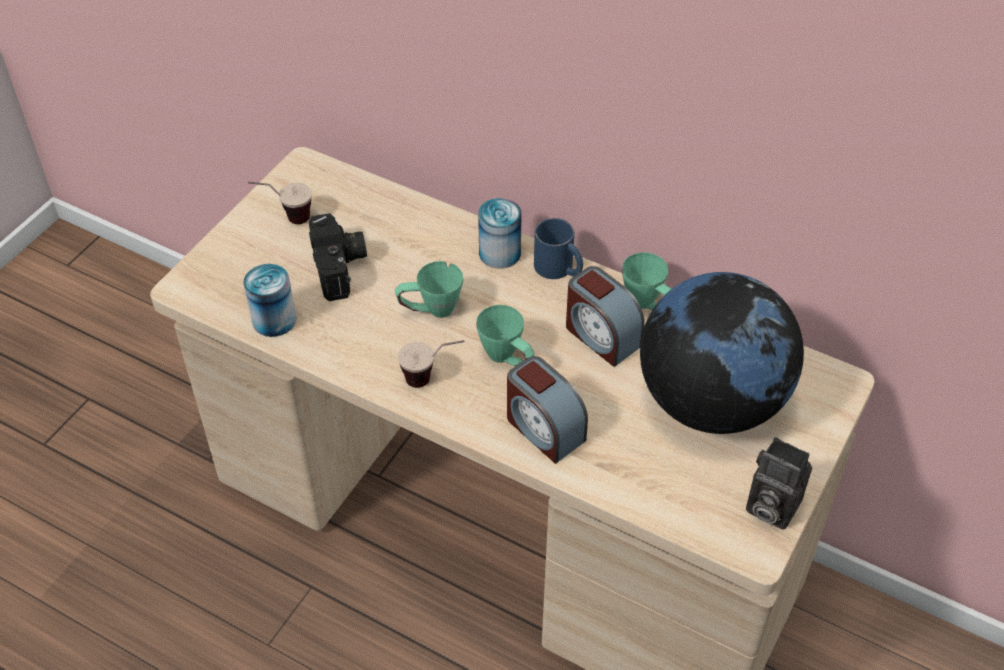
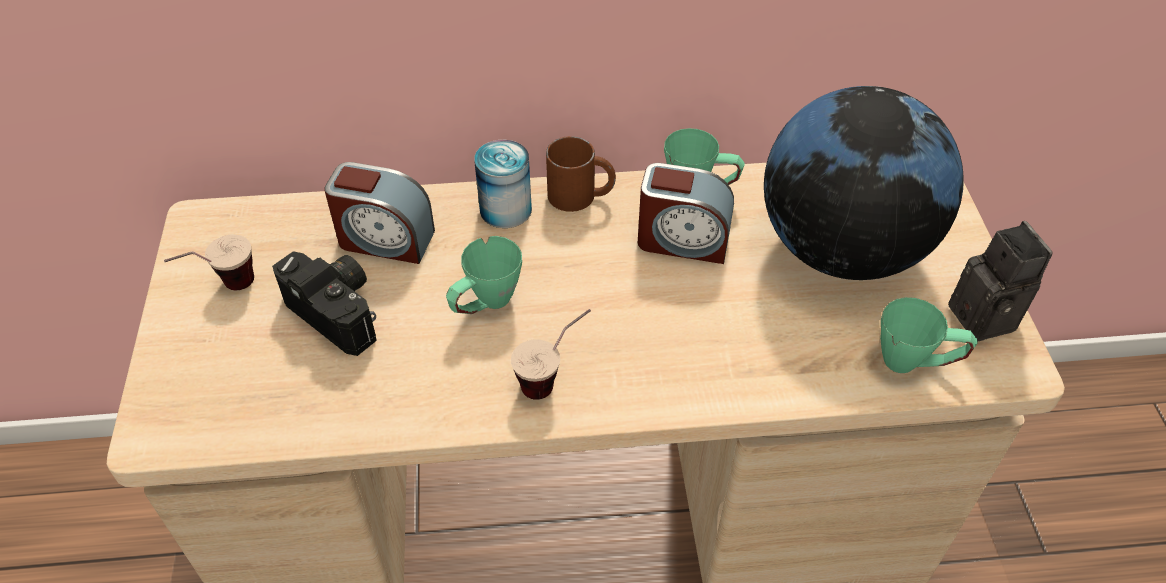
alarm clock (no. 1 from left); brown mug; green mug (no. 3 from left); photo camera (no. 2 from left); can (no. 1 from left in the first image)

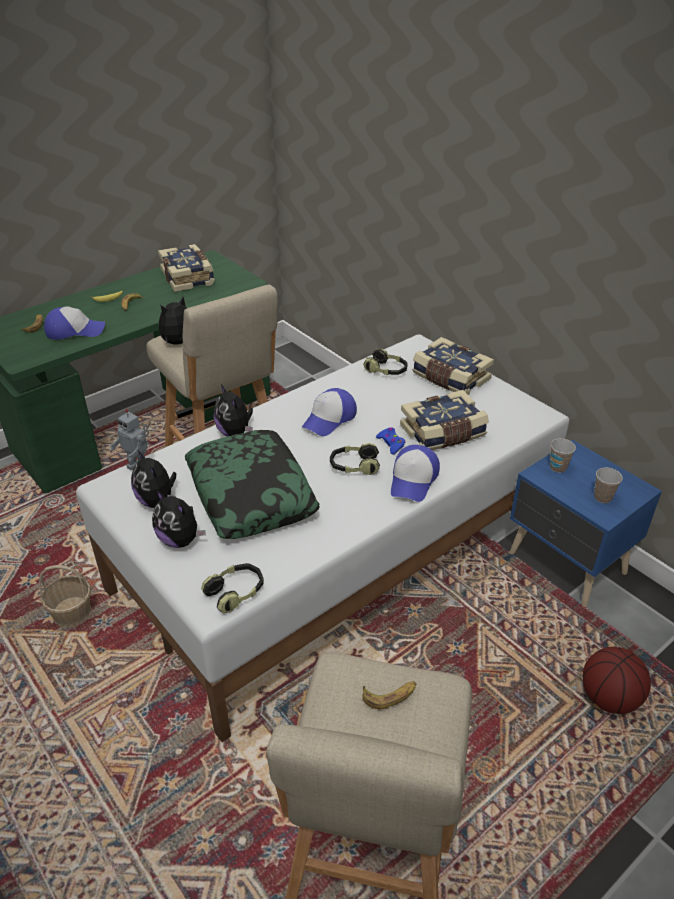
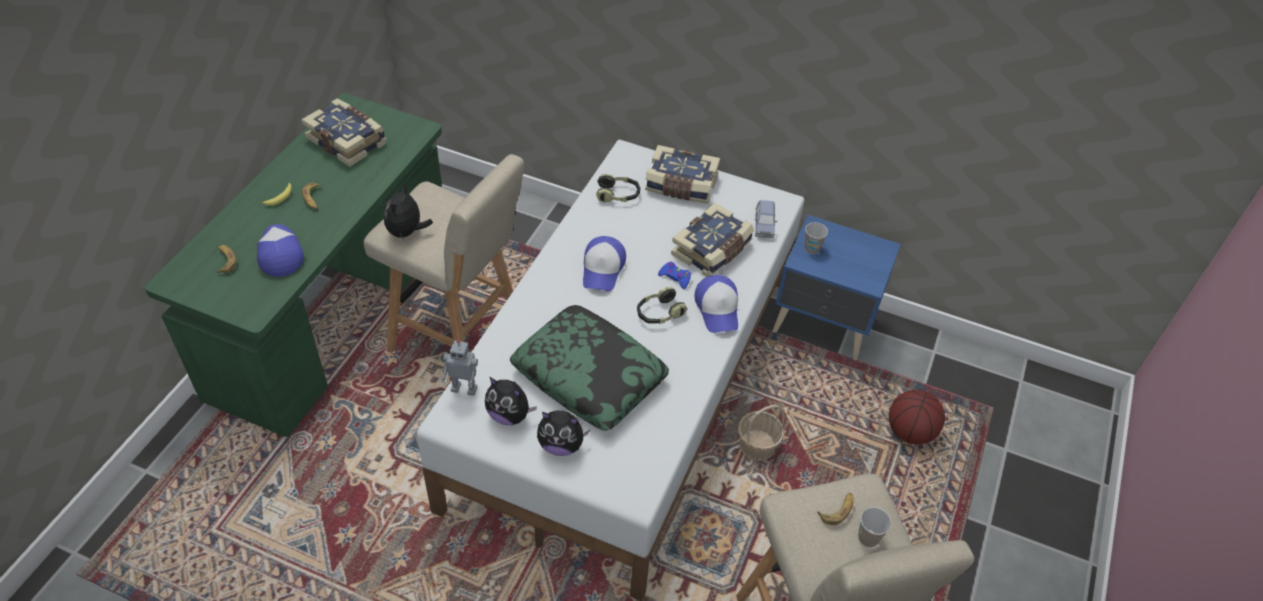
cap (no. 1 from left); basket; blue toy car; cup (no. 2 from left); headphones (no. 1 from left in the first image); plush toy (no. 4 from left in the first image)

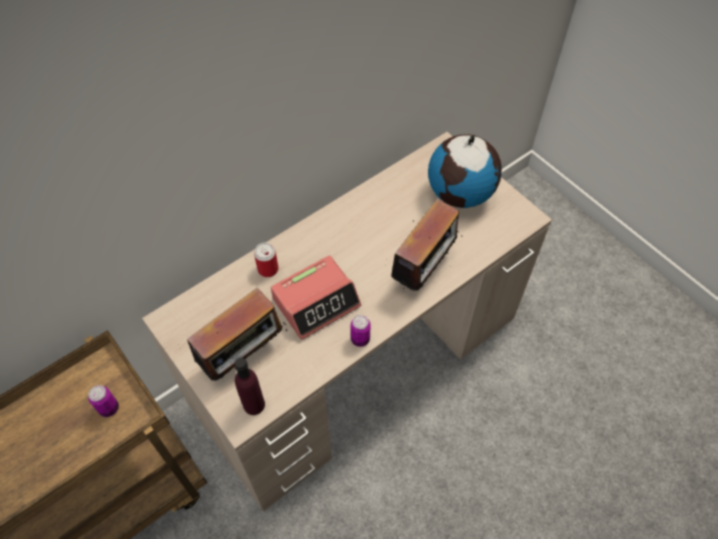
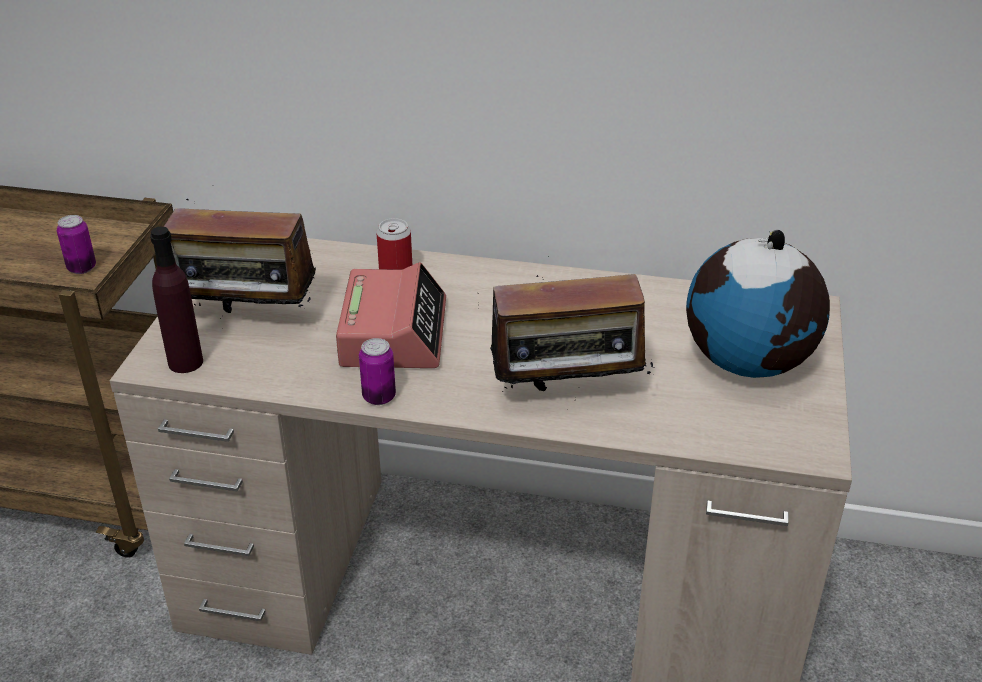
alarm clock

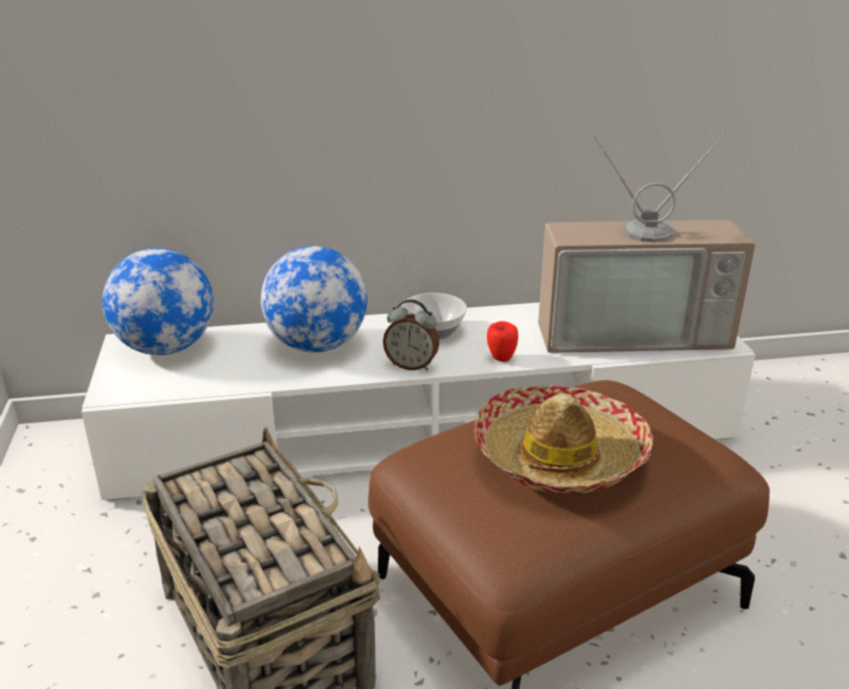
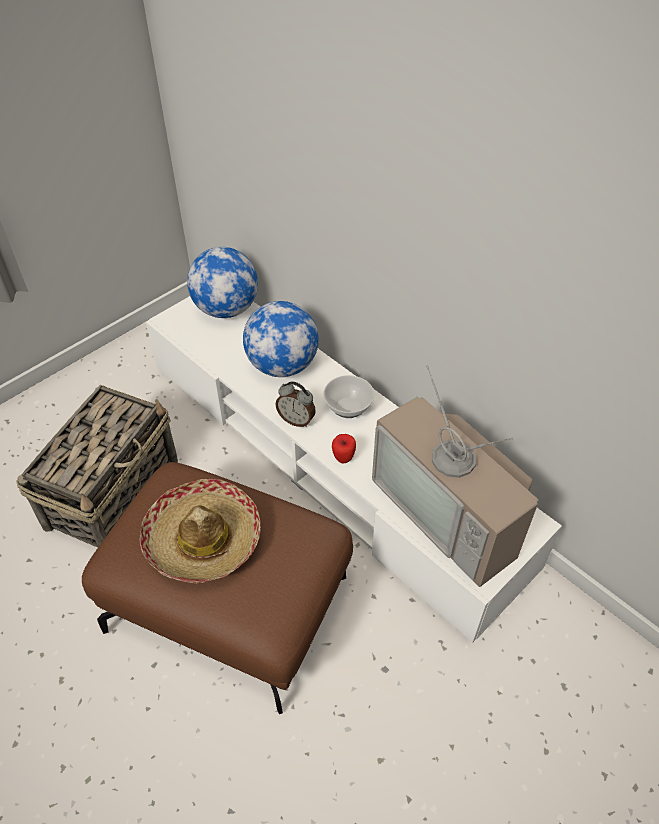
alarm clock

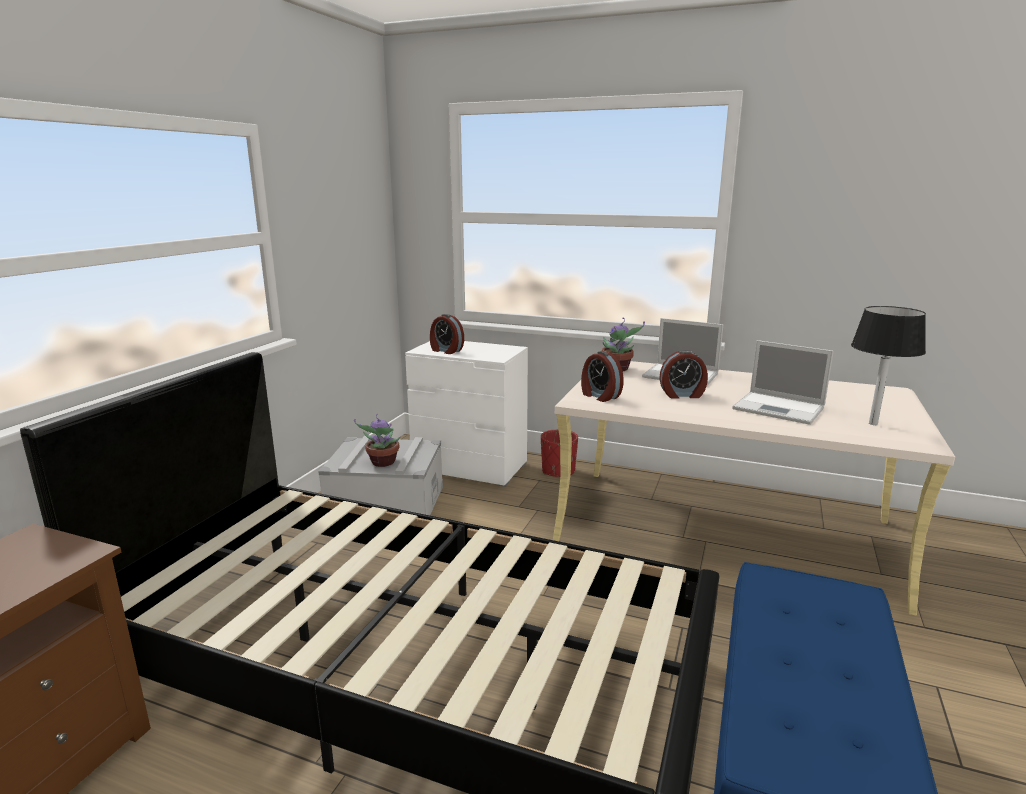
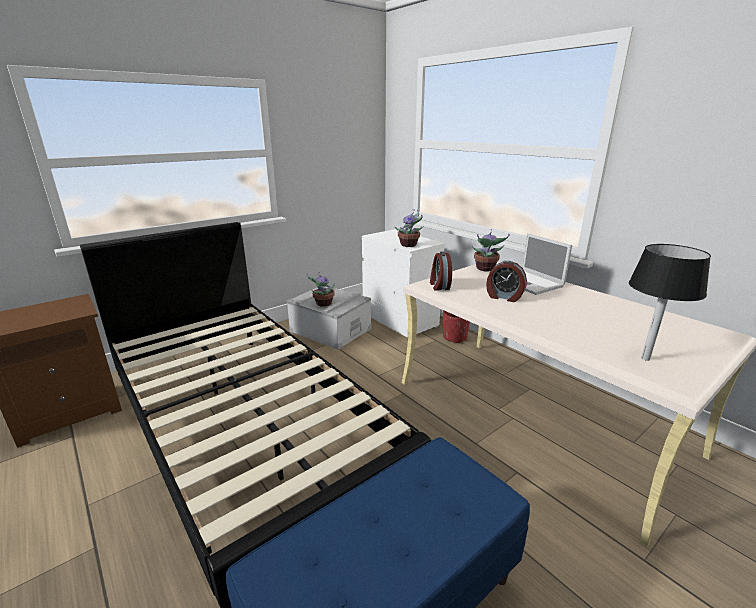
potted plant (no. 2 from left); alarm clock (no. 1 from left in the first image); laptop (no. 2 from left in the first image)

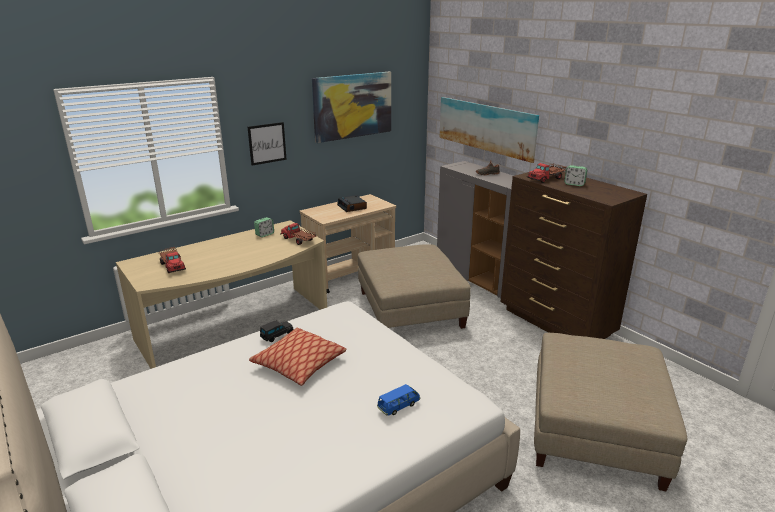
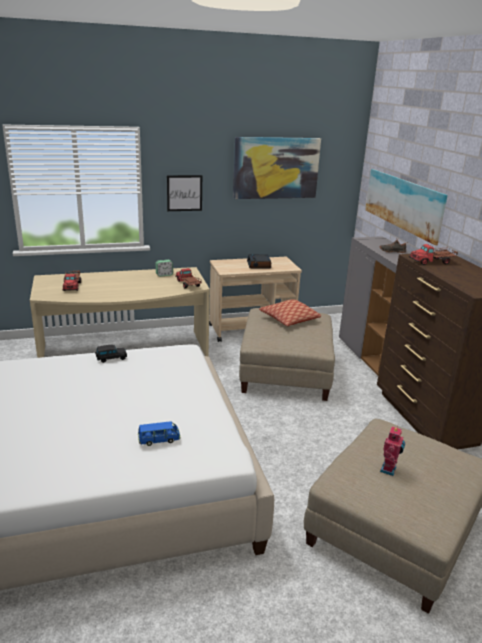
pillow; toy robot; alarm clock (no. 3 from left in the first image)

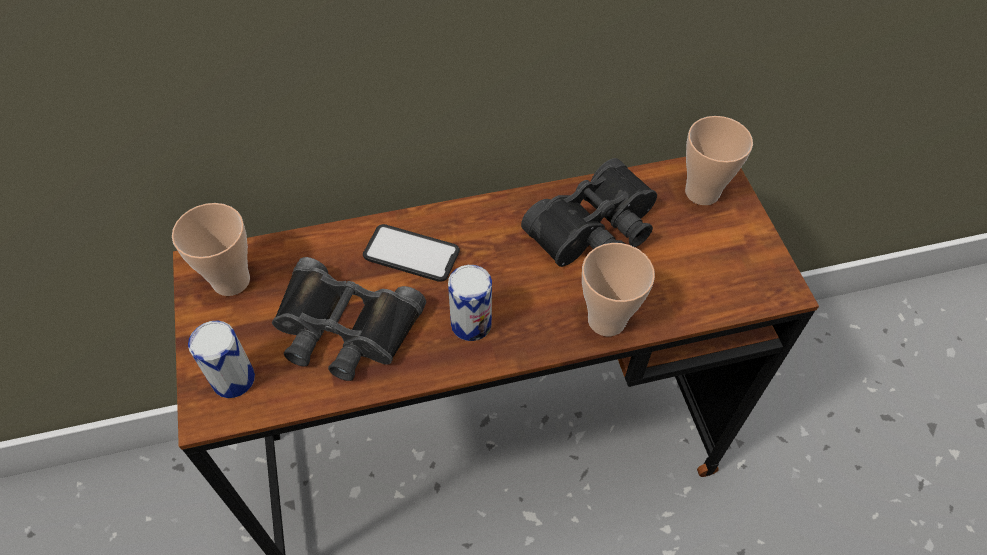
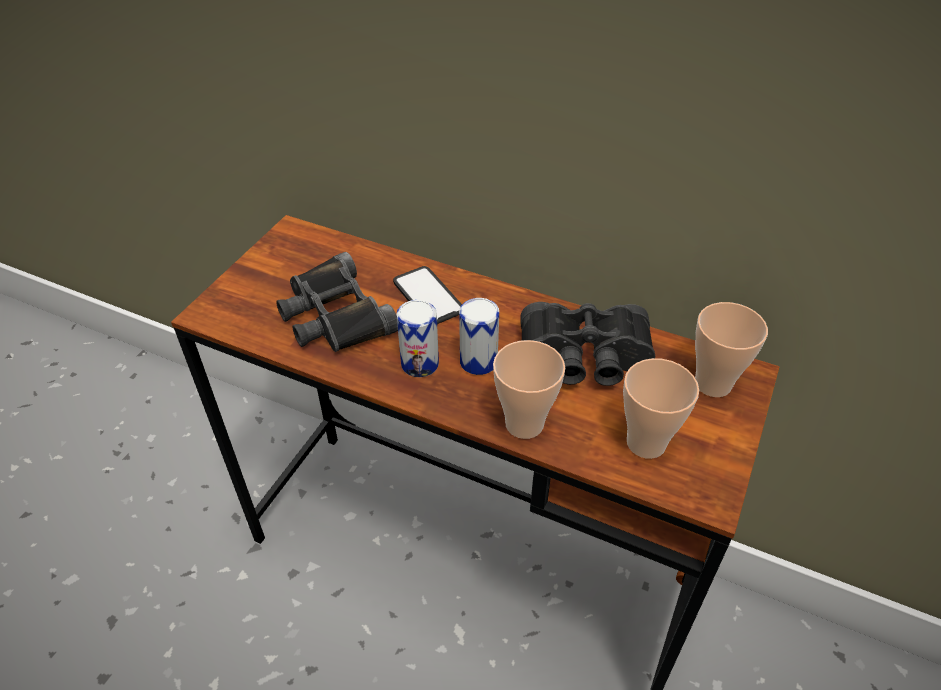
can (no. 2 from left); cup (no. 2 from left)

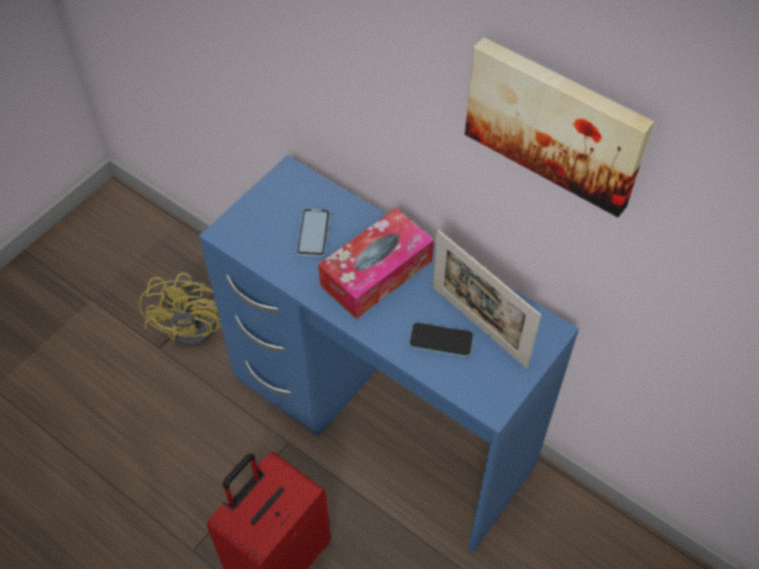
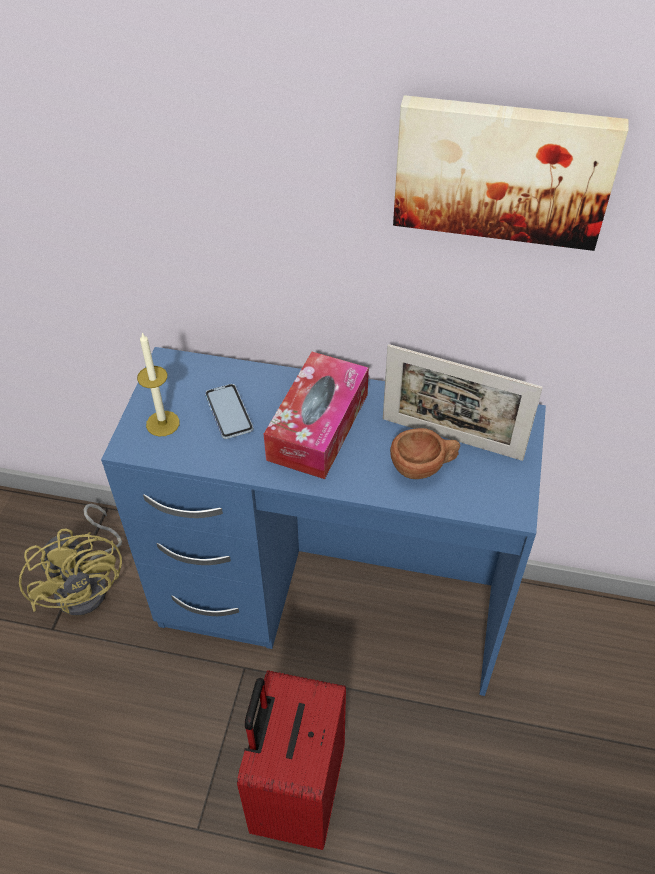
candle; brown cup

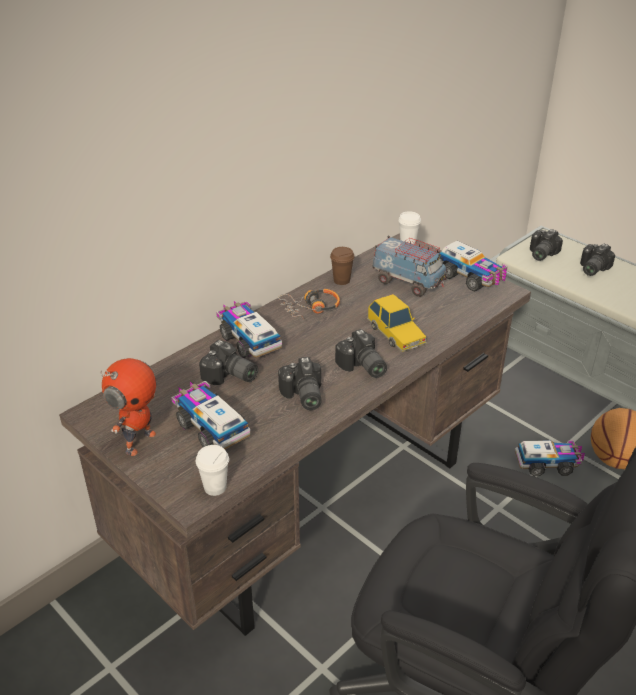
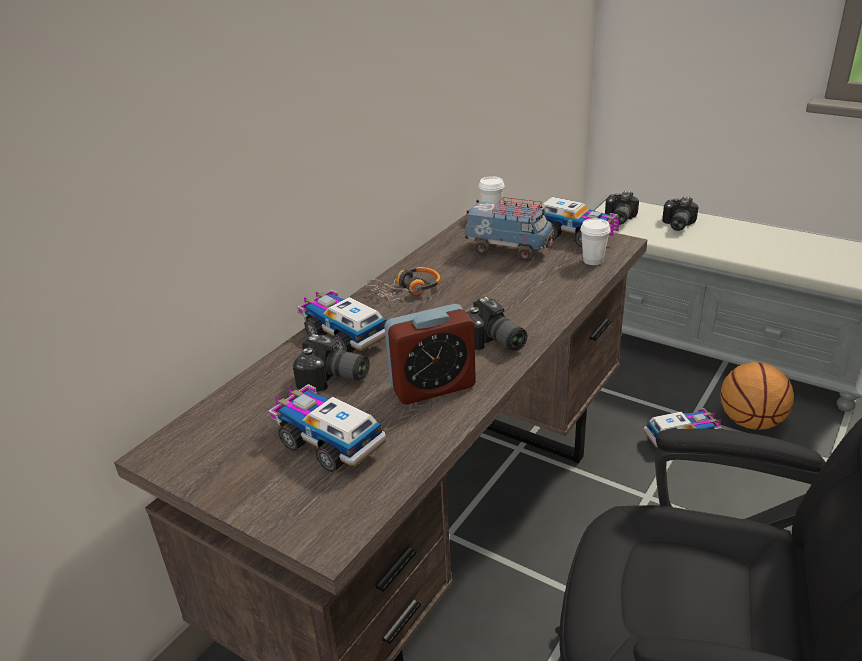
alarm clock; white cup (no. 2 from left); toy robot; brown cup; toy car

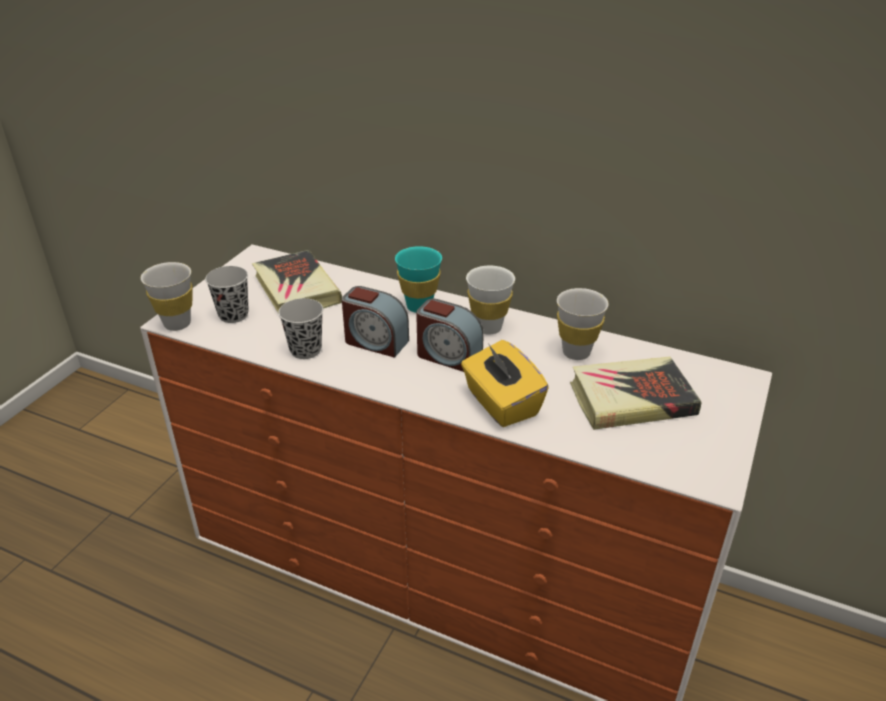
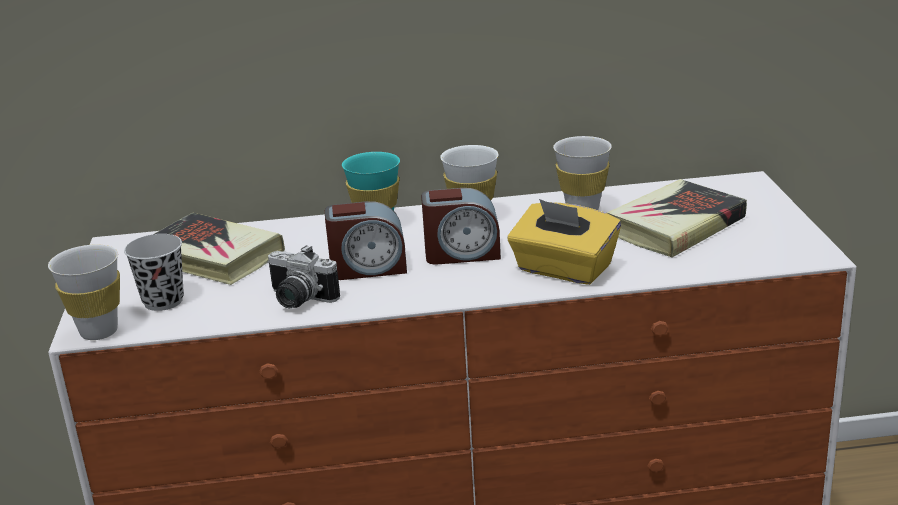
photo camera

